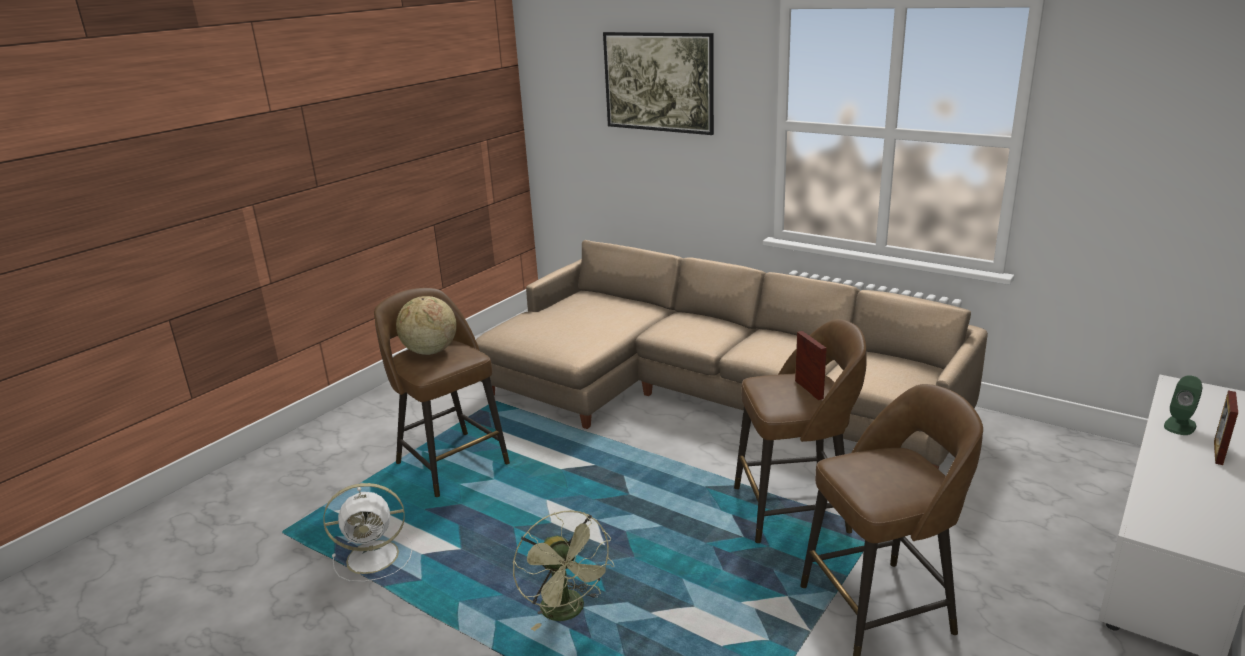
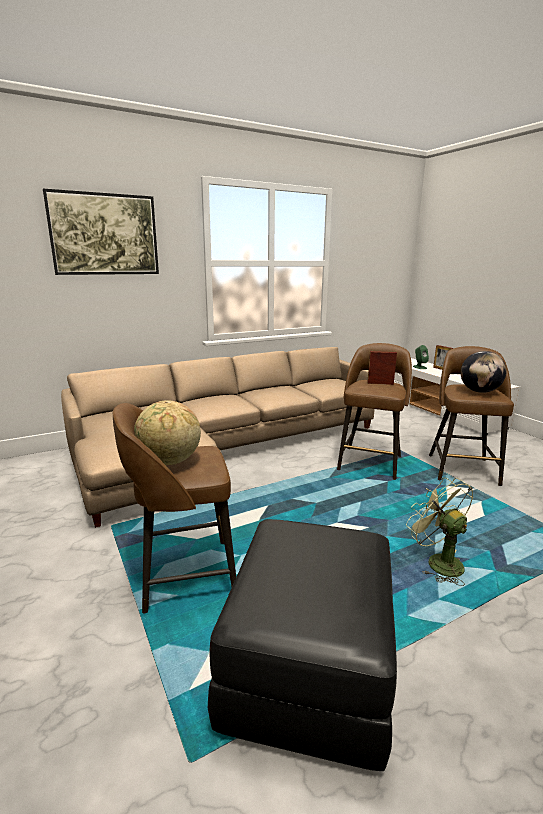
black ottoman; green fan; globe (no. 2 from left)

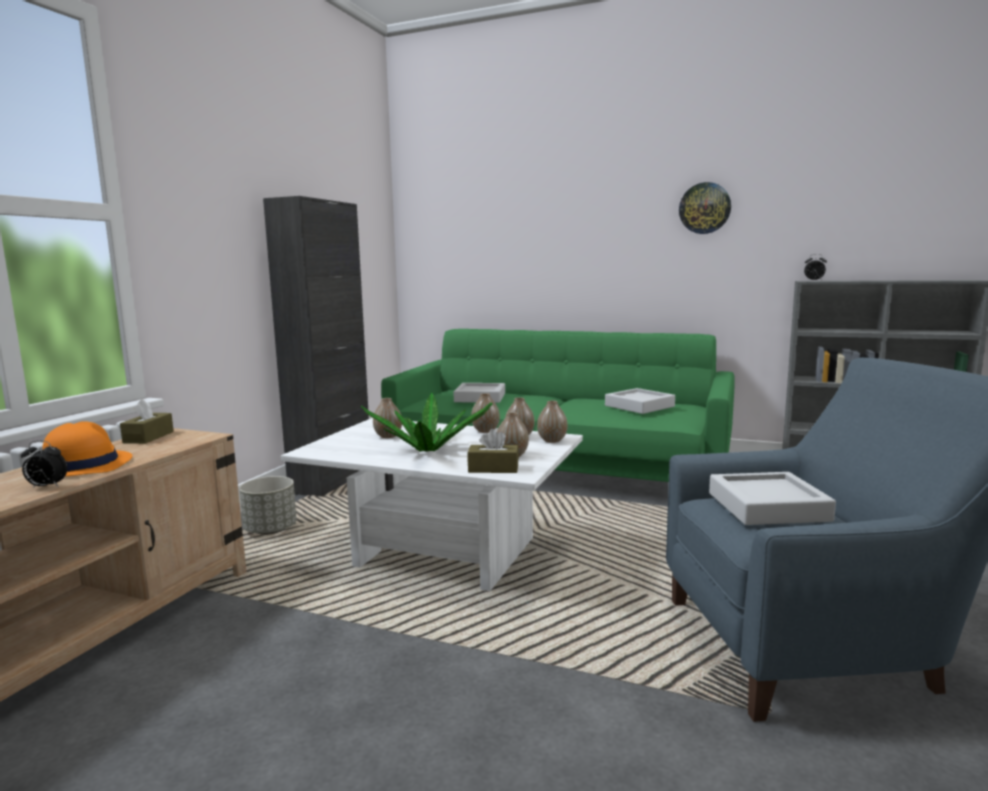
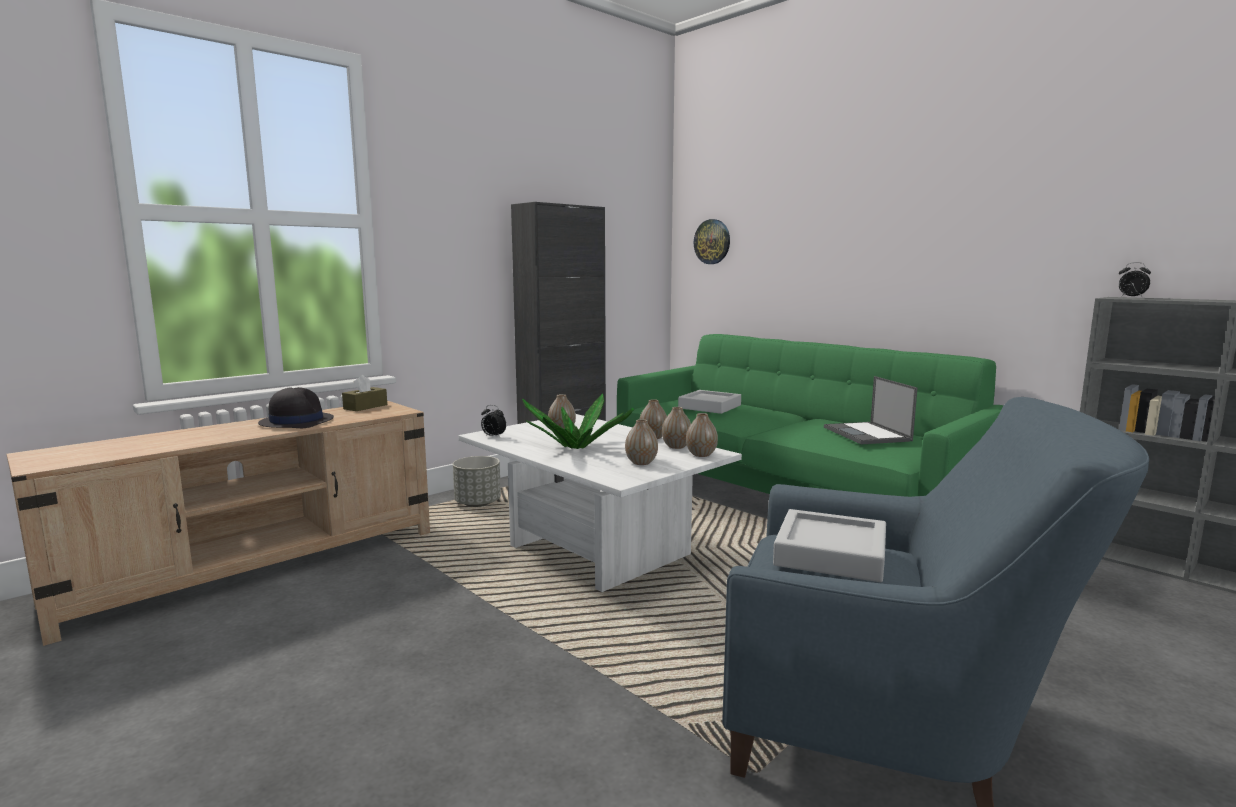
black hat; alarm clock (no. 1 from left); wall clock; laptop; brown tissue box (no. 2 from left in the first image)

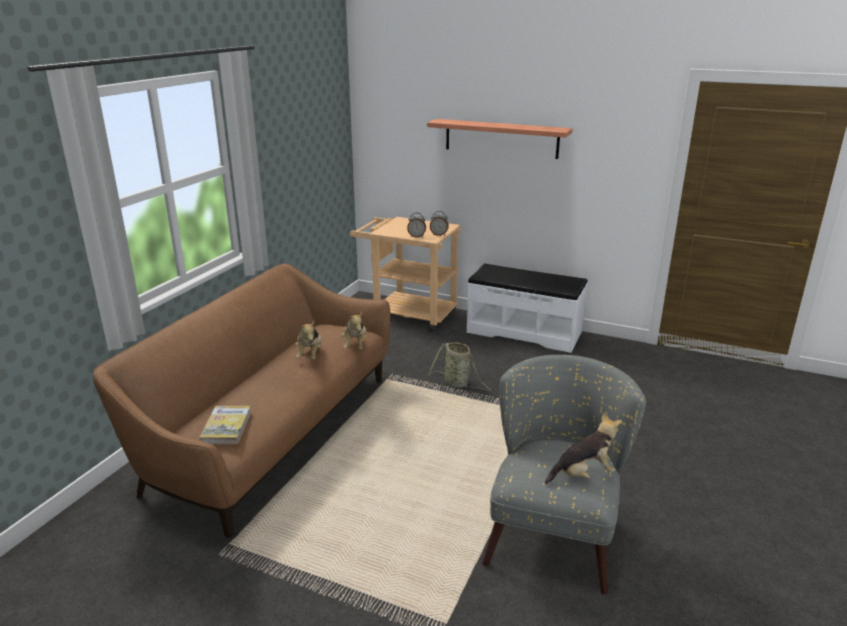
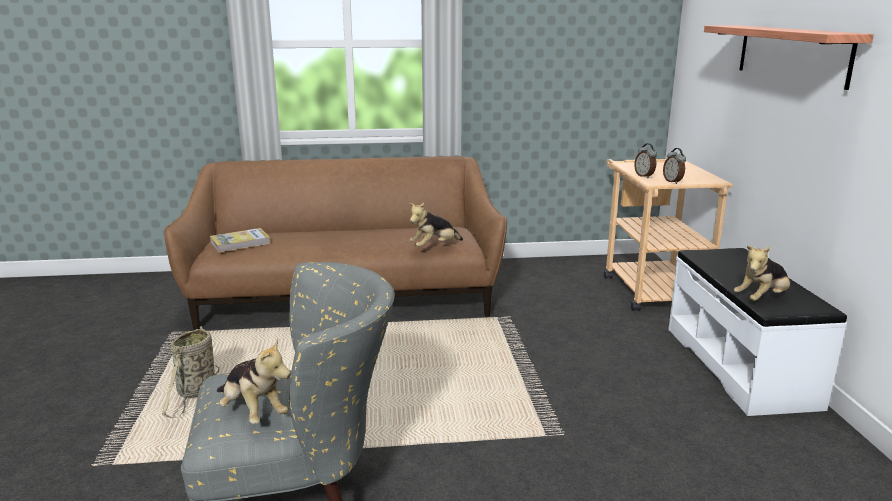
basket; plush toy (no. 3 from left)

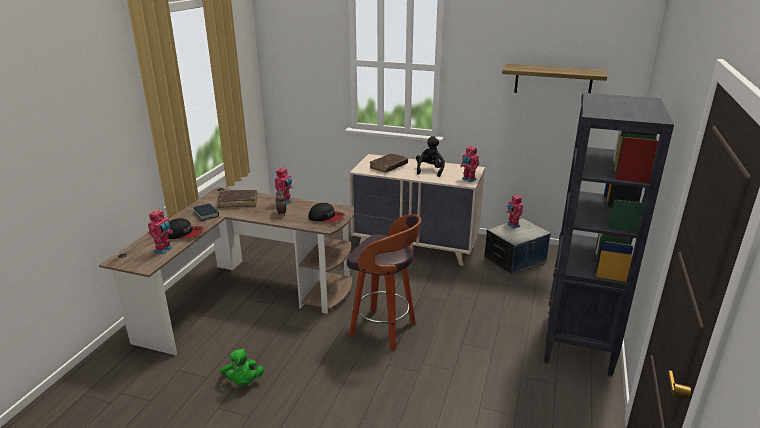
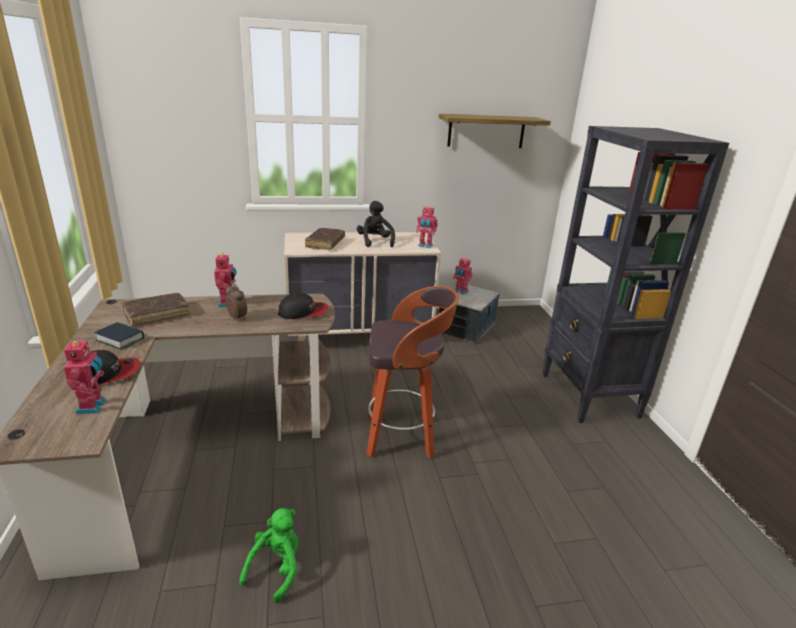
green plush toy

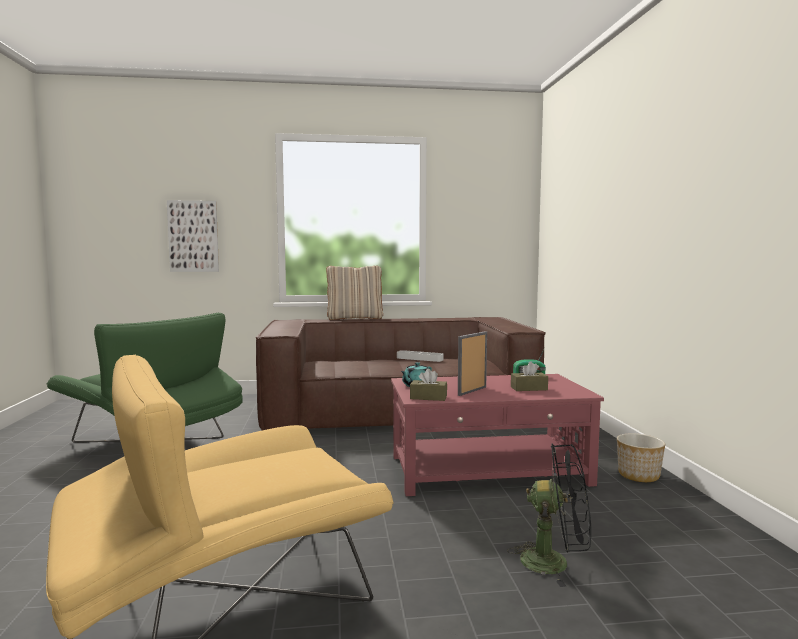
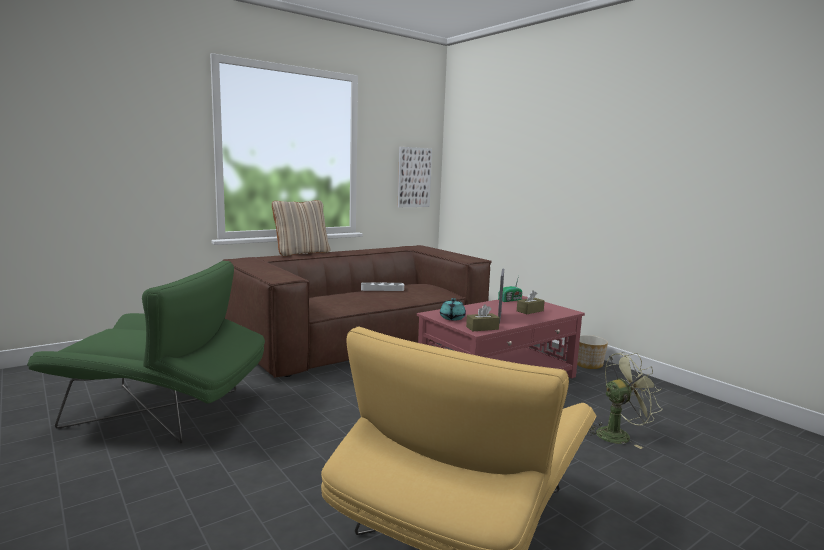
picture; green fan

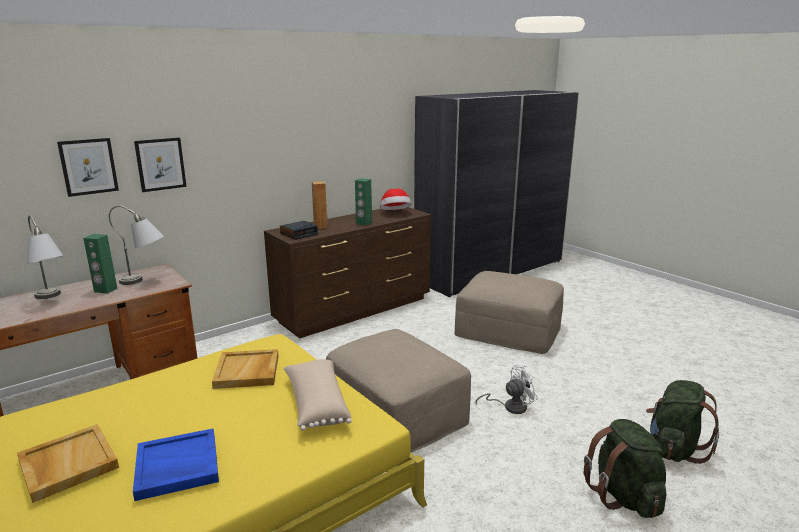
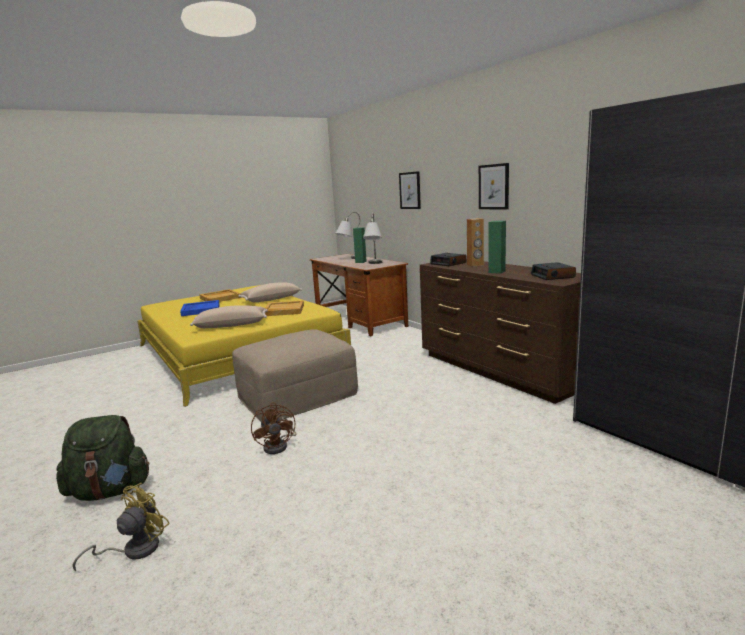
yellow fan; beige pillow (no. 2 from left); brown fan; picture (no. 2 from left); alarm clock (no. 2 from left); beige ottoman (no. 2 from left in the first image)

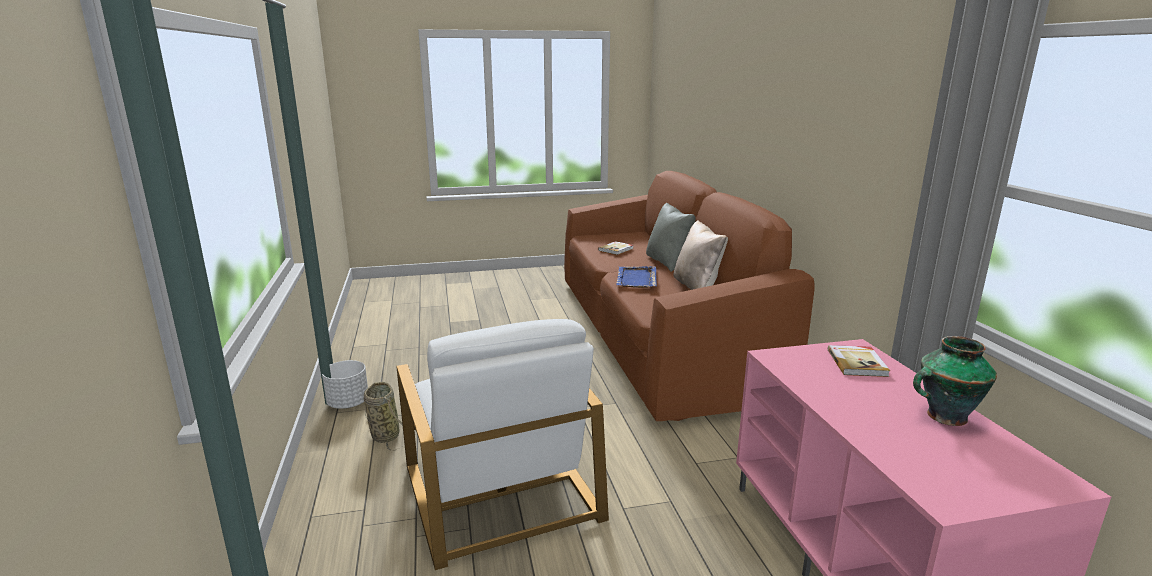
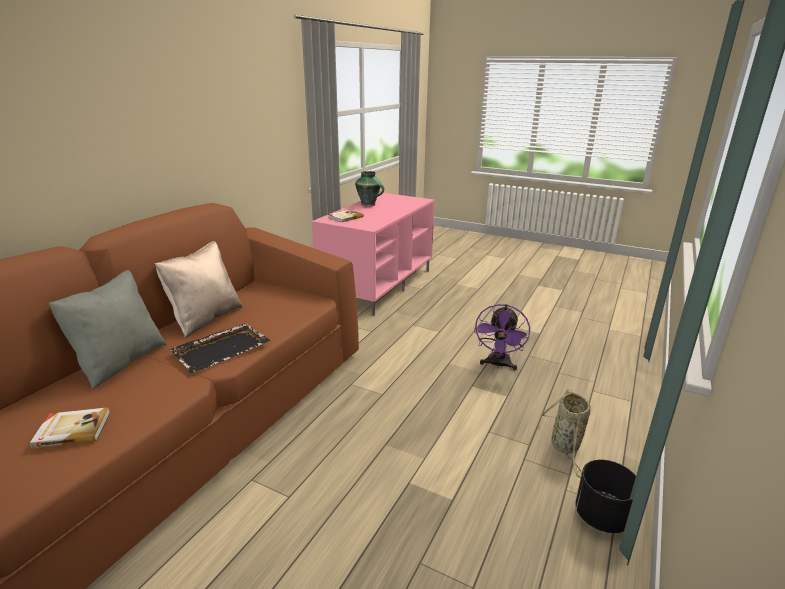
black tray; purple fan; black planter

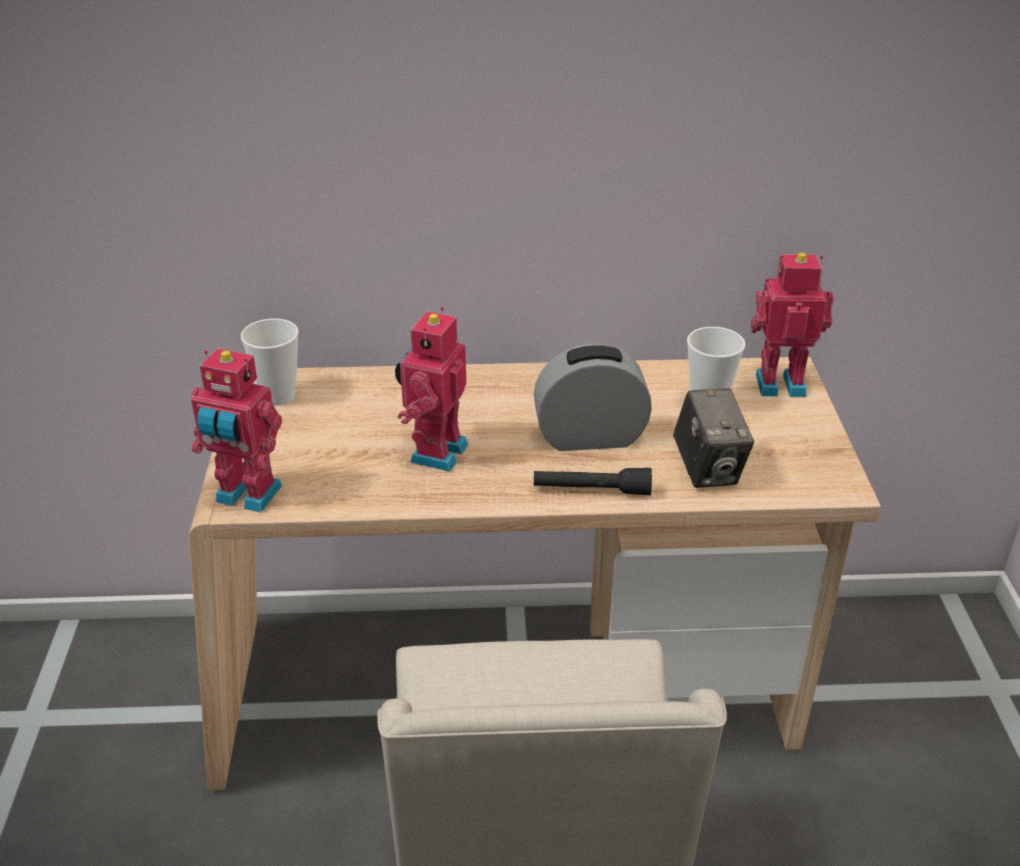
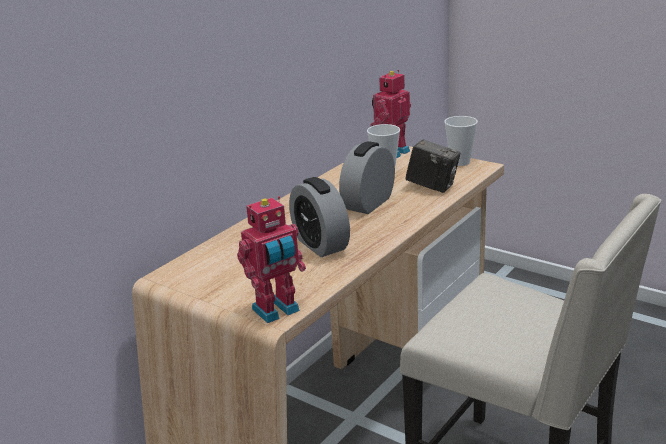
alarm clock (no. 1 from left); cup (no. 2 from left); black flashlight

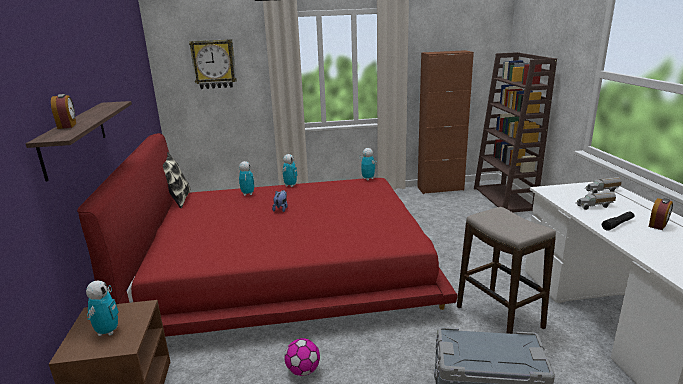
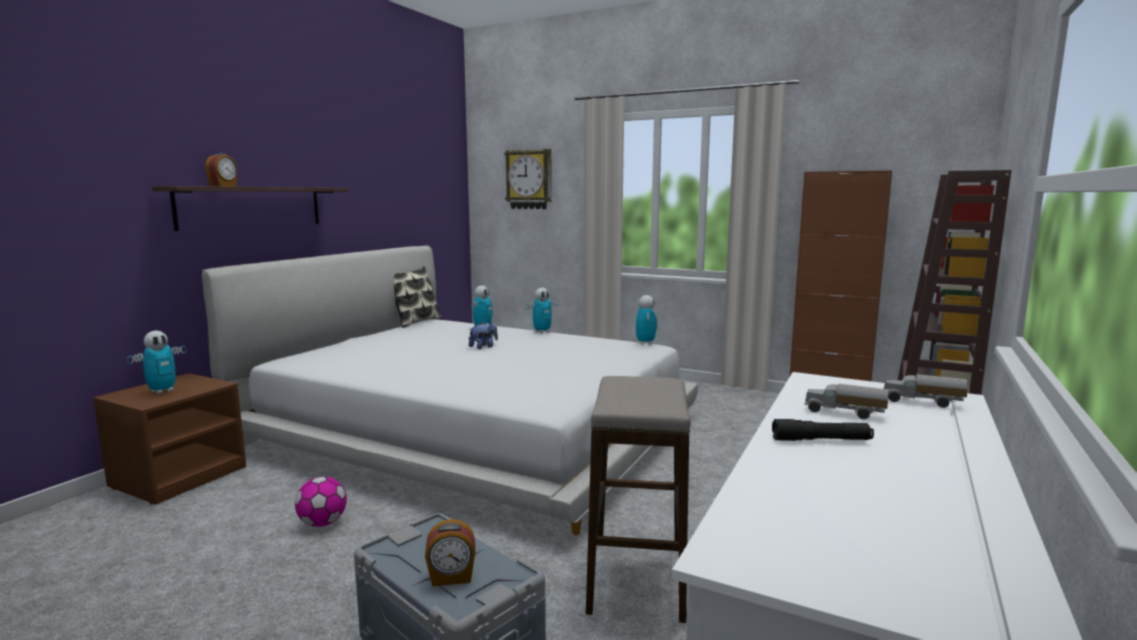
white bed; alarm clock (no. 2 from left)

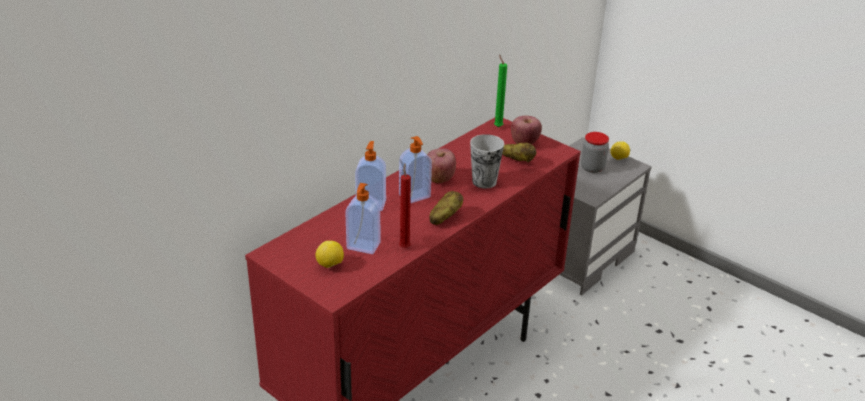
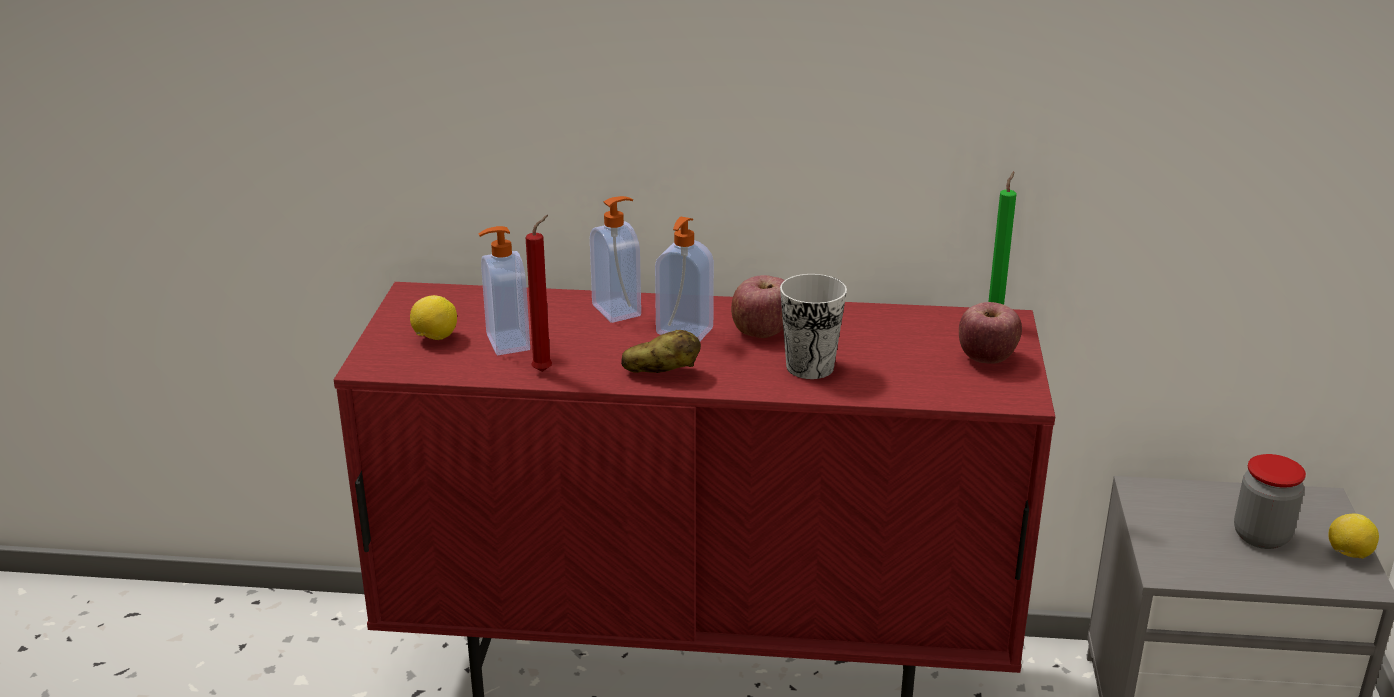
potato (no. 2 from left in the first image)

